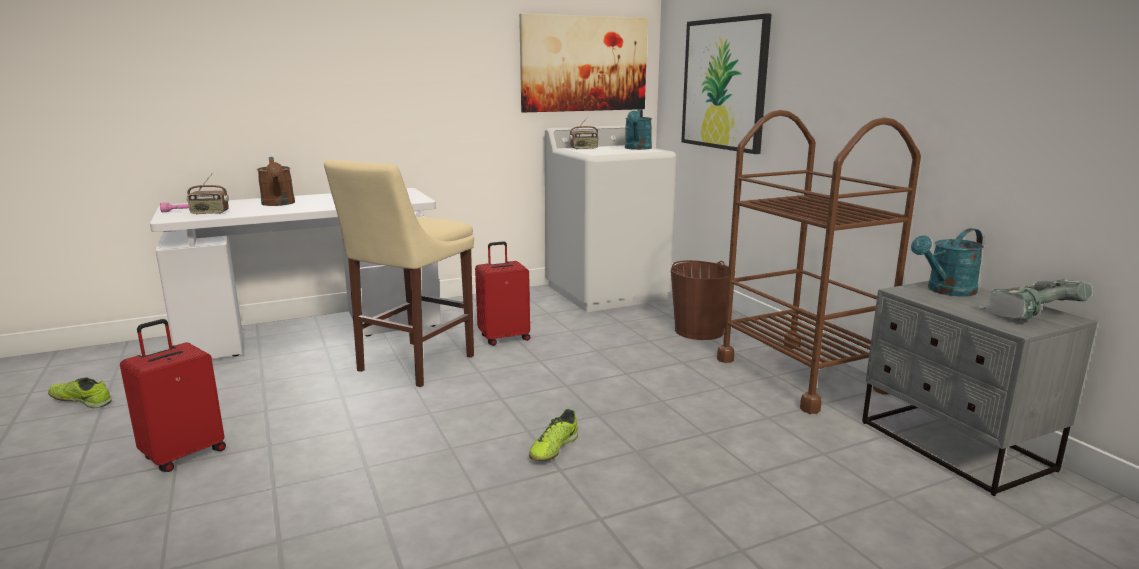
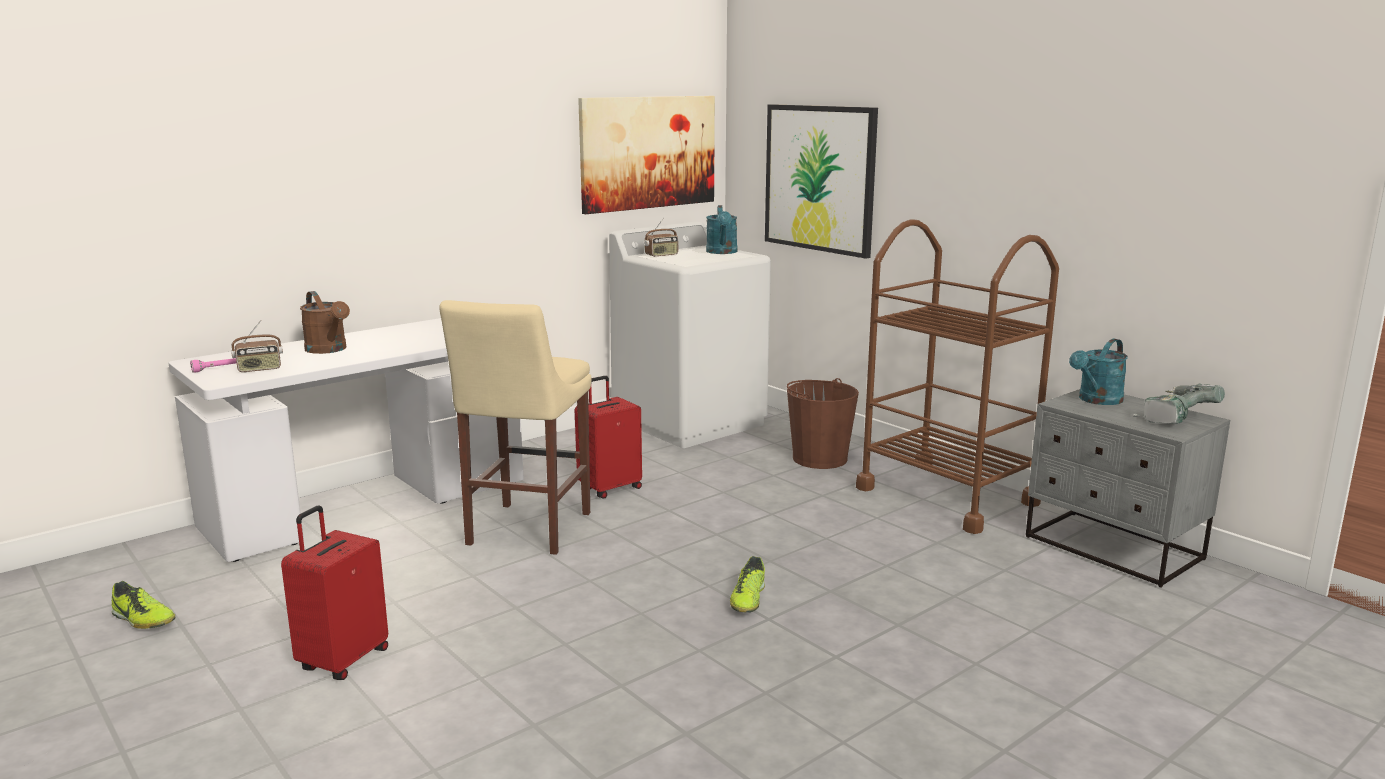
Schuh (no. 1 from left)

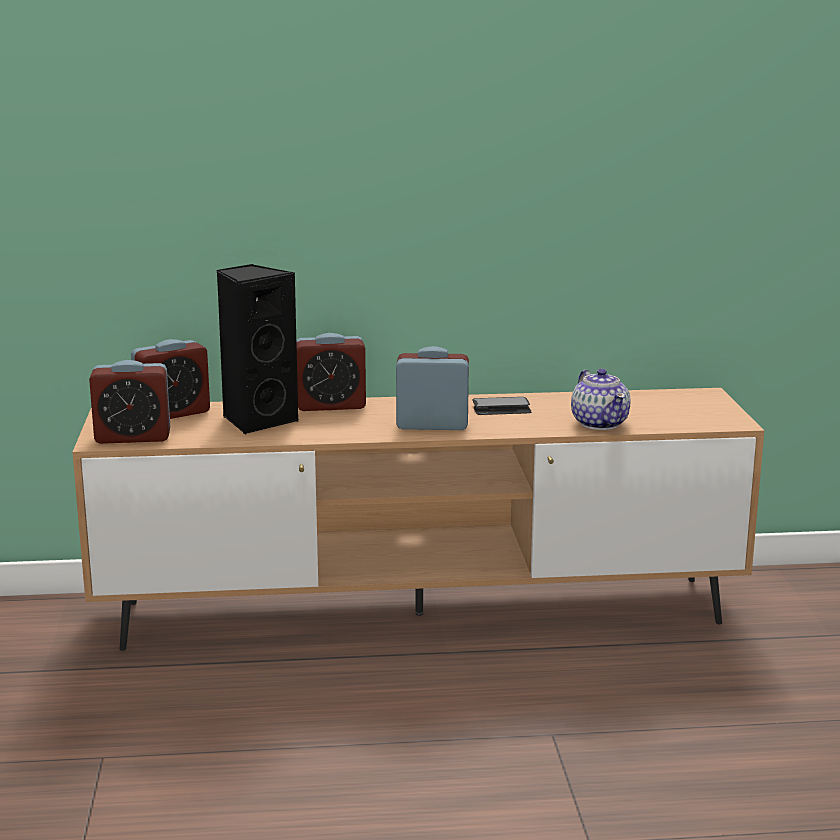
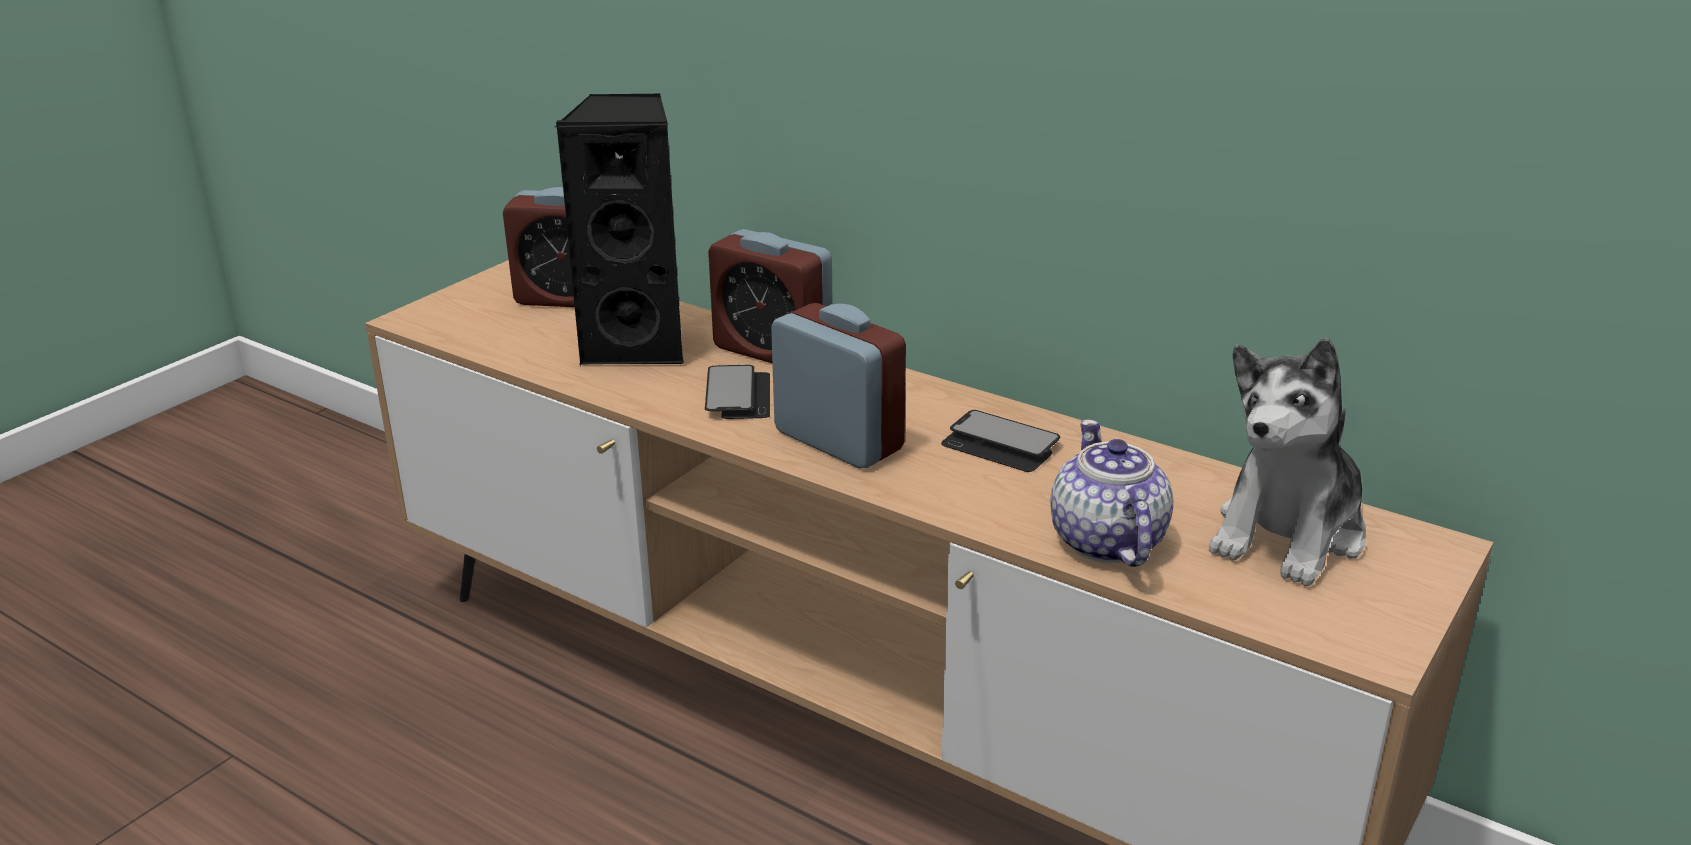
Wecker (no. 1 from left in the first image)
Teekanne
Plüschtier
Handy (no. 1 from left)

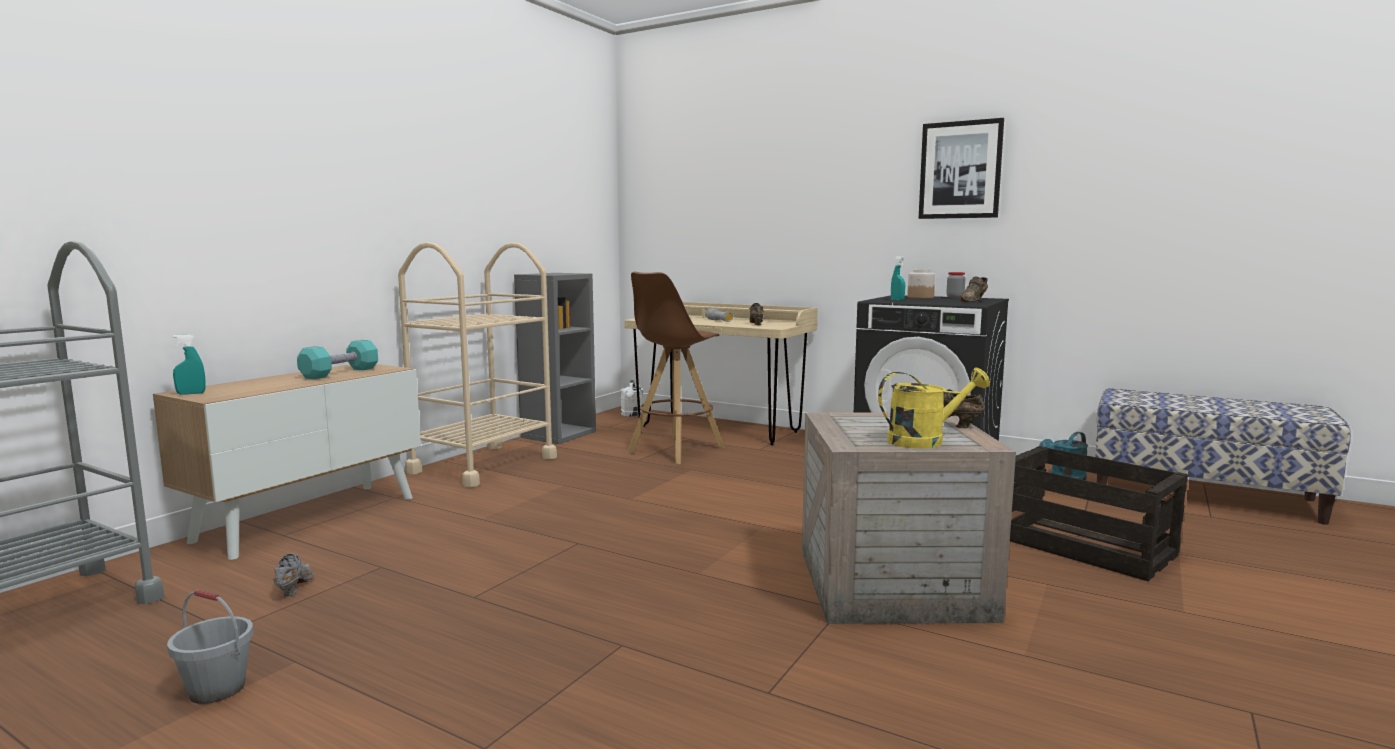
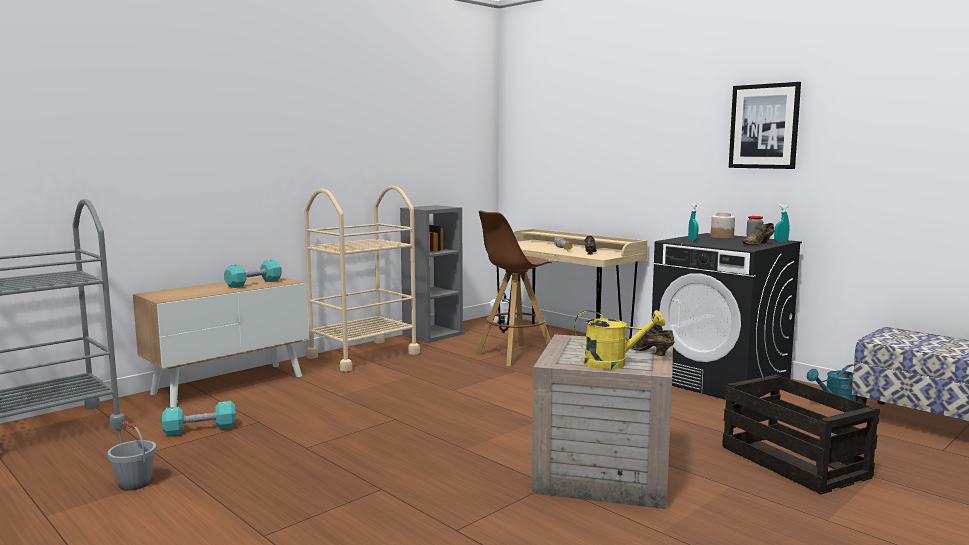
Sprühflasche [türkis] (no. 2 from left)
Hantel [türkis] (no. 1 from left)

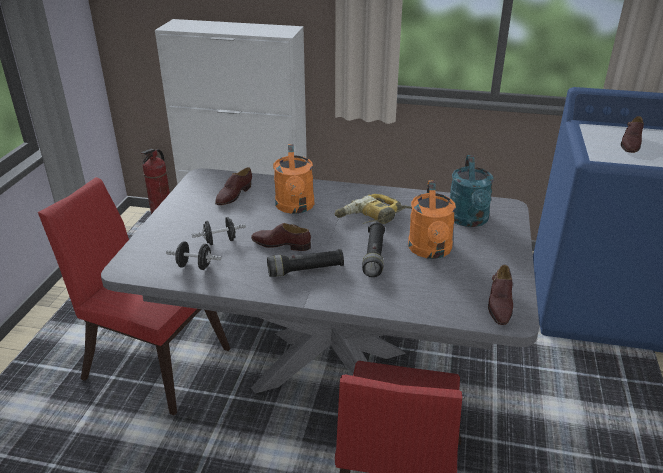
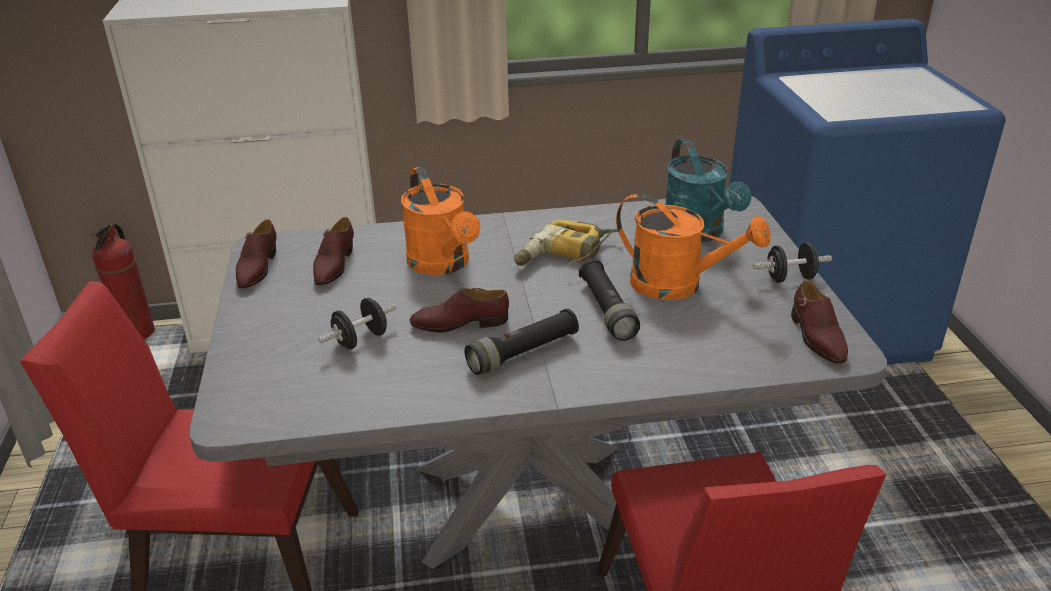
Schuh [braun] (no. 1 from left)
Gießkanne [orange] (no. 2 from left)
Hantel [schwarz] (no. 2 from left)

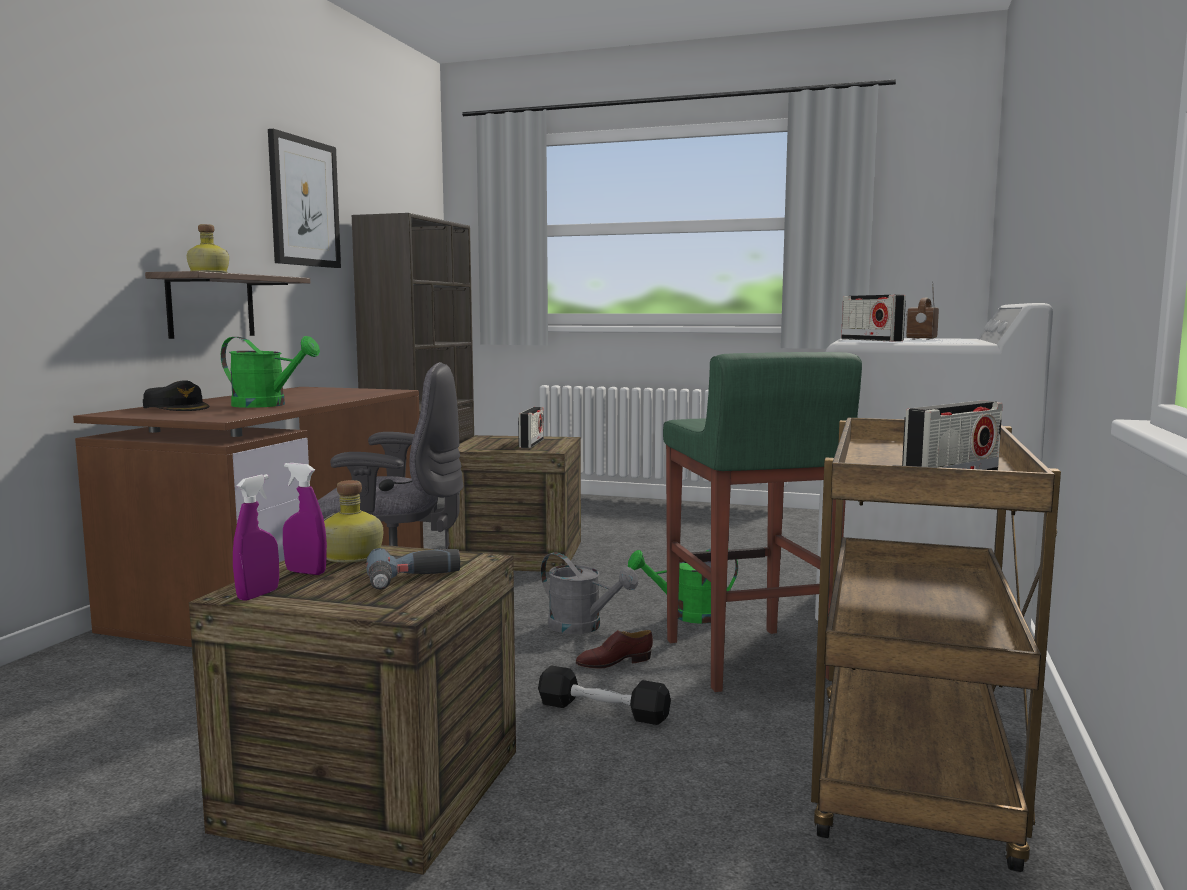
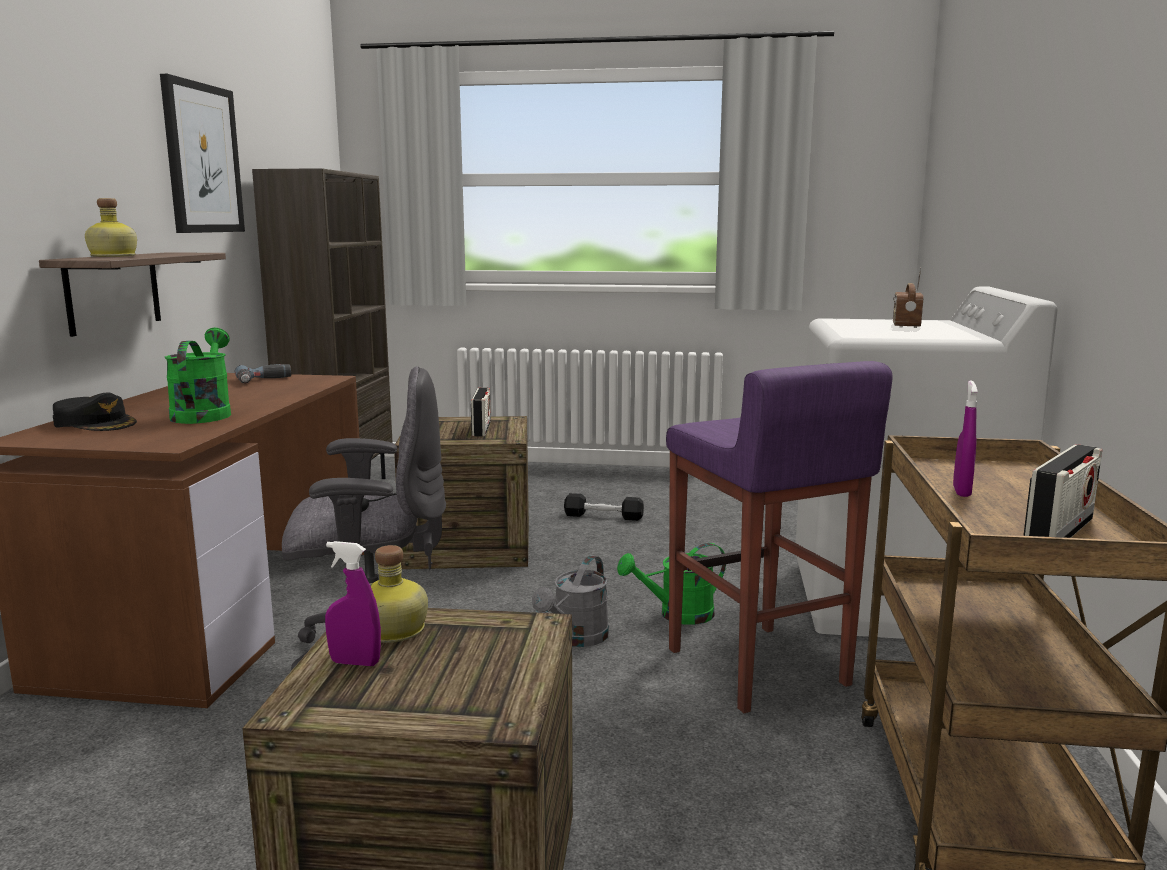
Radio (no. 2 from left in the first image)
Gießkanne [grün] (no. 1 from left)
Hocker [lila]
Sprühflasche [lila] (no. 2 from left)
Bohrmaschine
Gießkanne [grau]
Schuh [braun]
Hantel [schwarz]

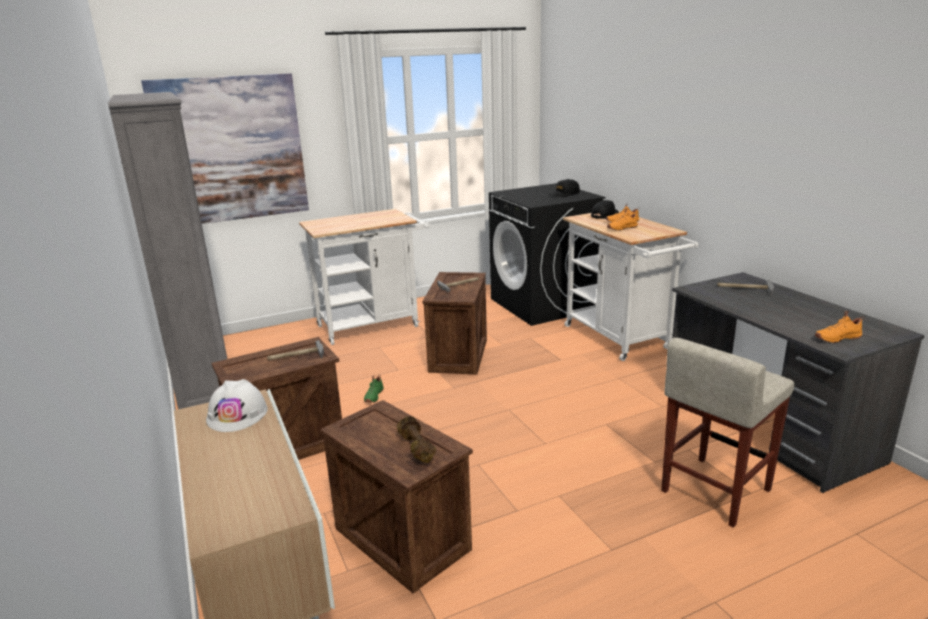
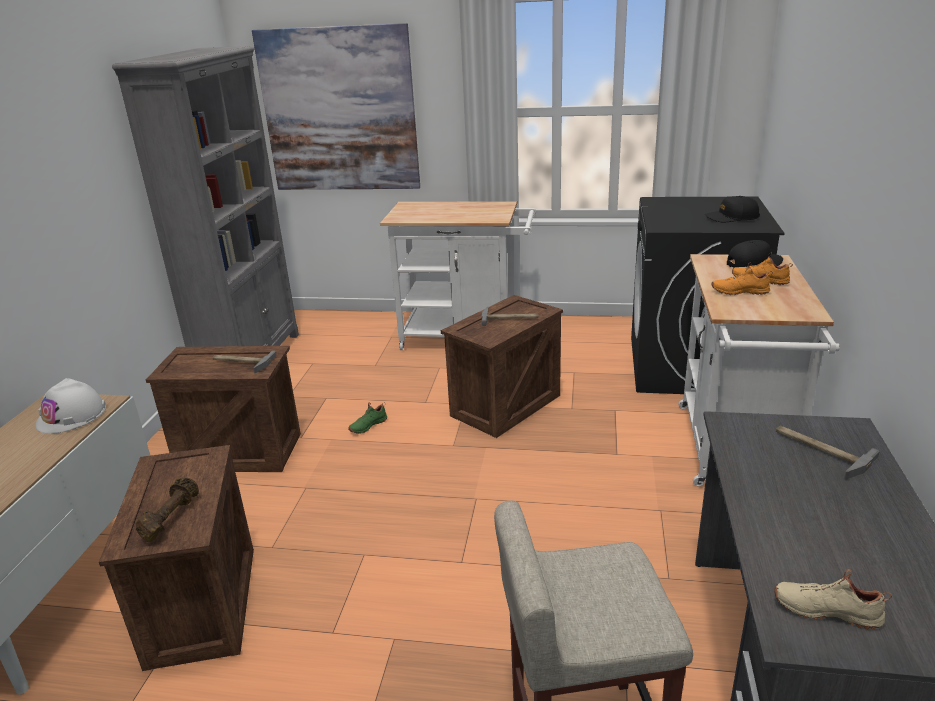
Schuh [beige]

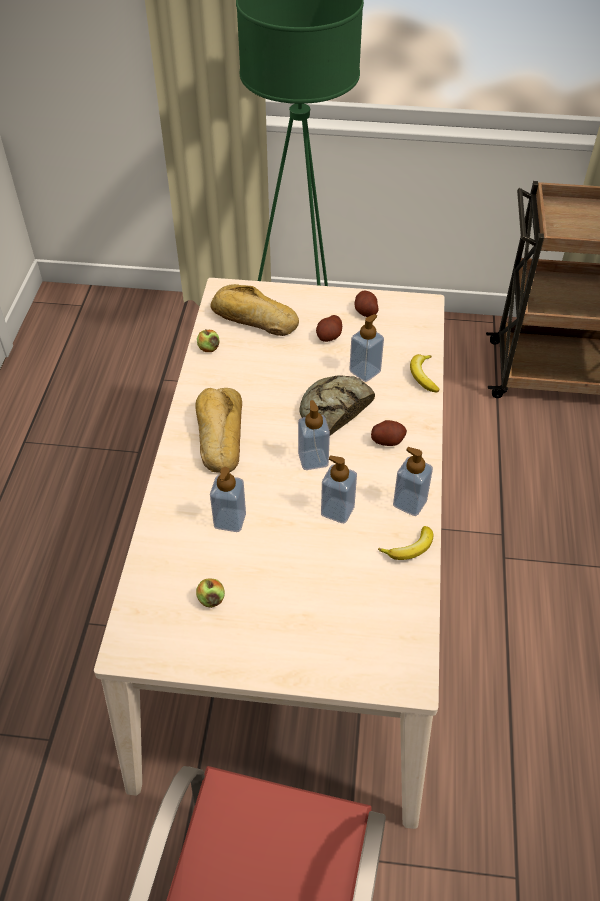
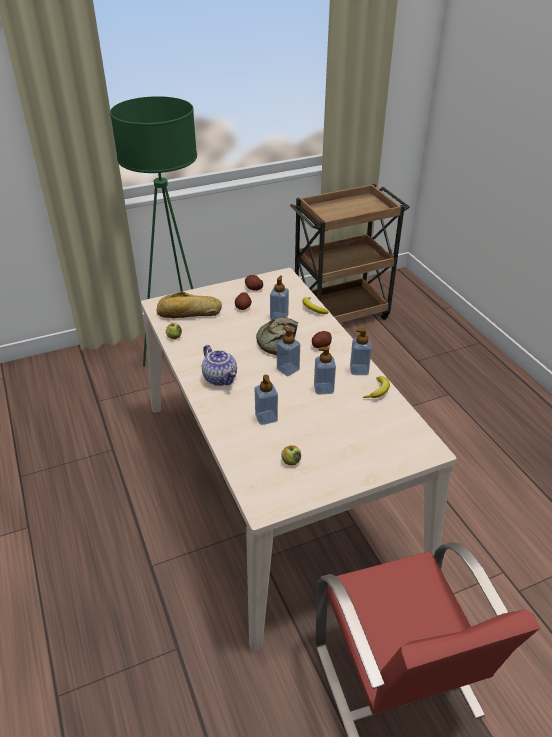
Teekanne

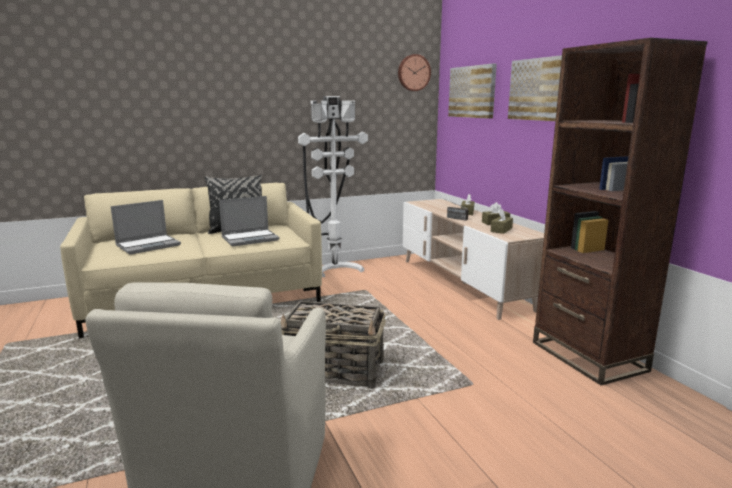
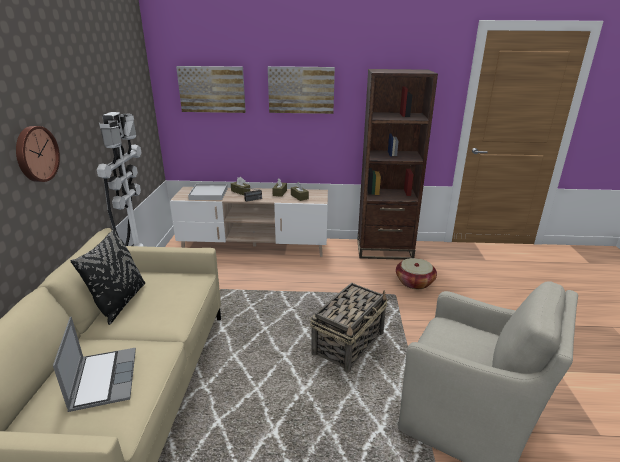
Wanduhr
Laptop (no. 2 from left in the first image)
Tablett [weiß]
Korb (no. 2 from left)

